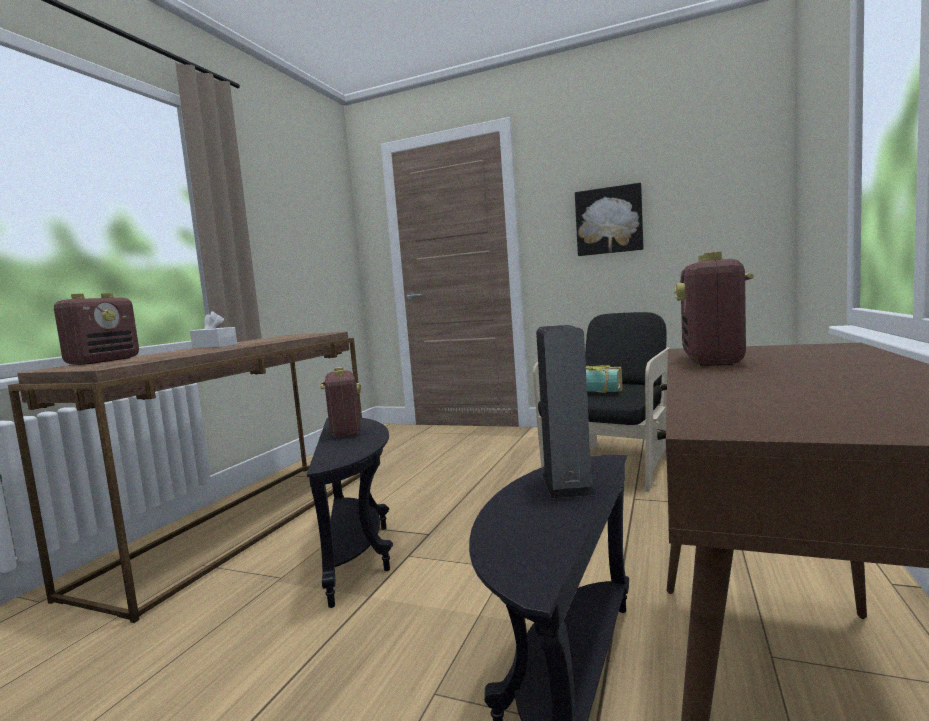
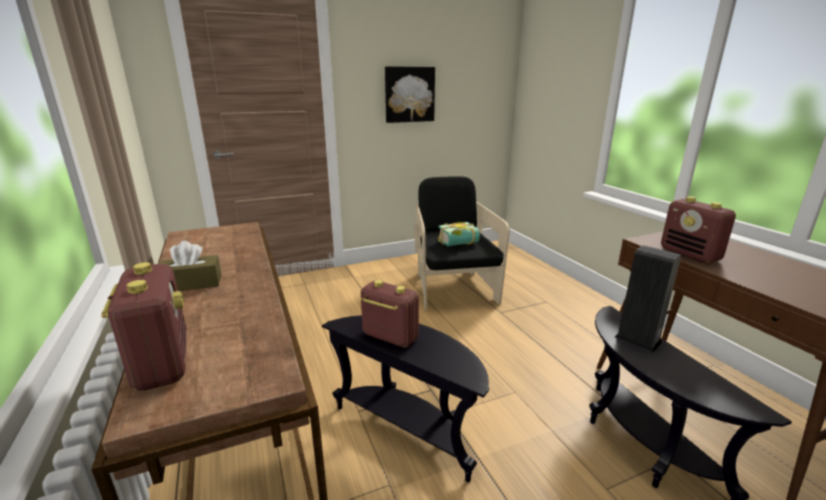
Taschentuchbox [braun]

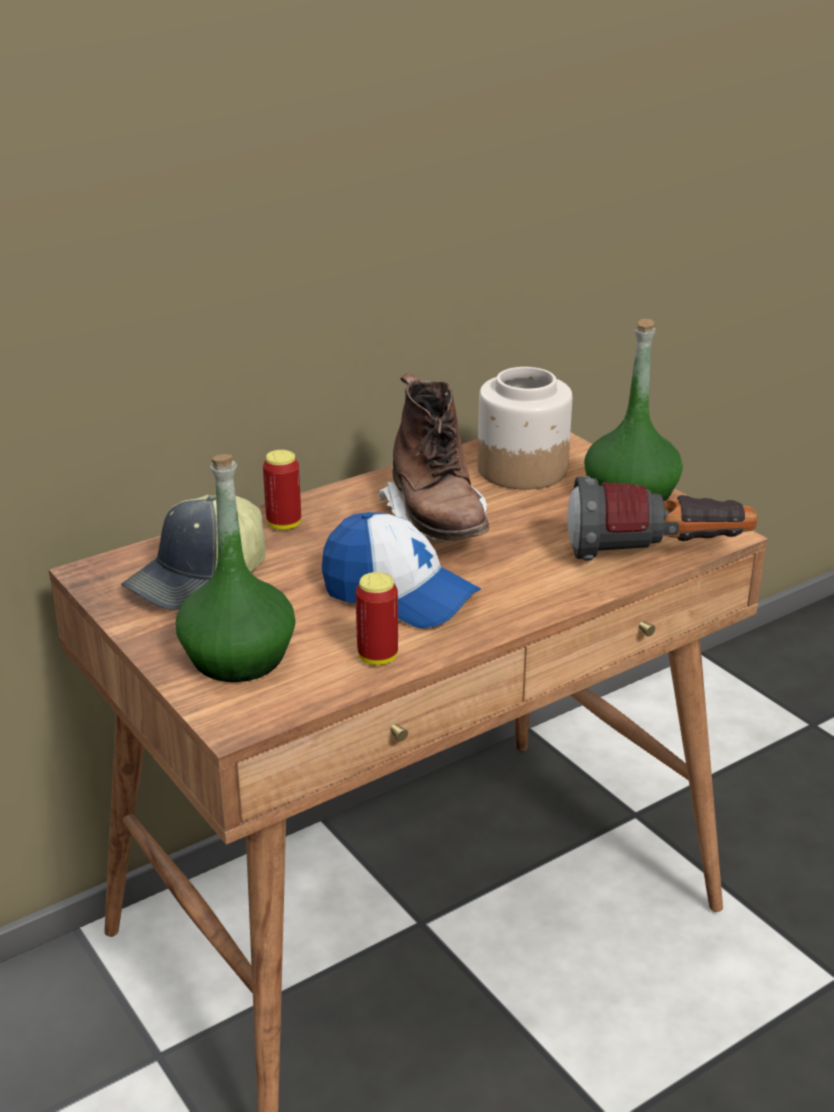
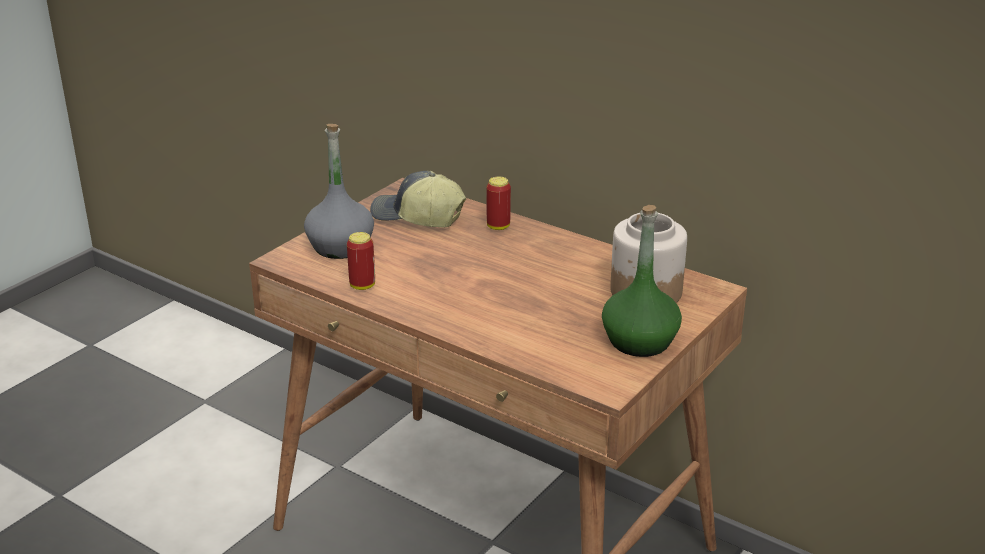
Stiefel [braun]
Flasche [grau]
Taschenlampe
Kappe (no. 2 from left in the first image)

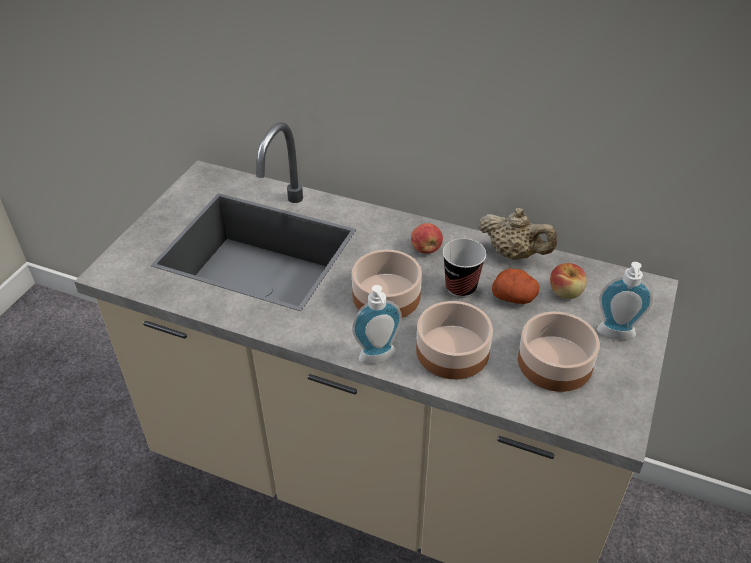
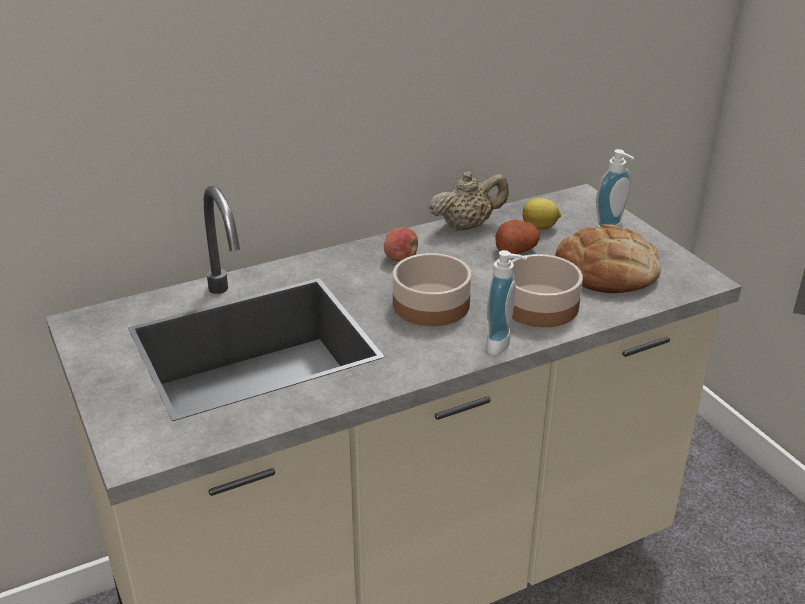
Tasse
Zitrone
Brot

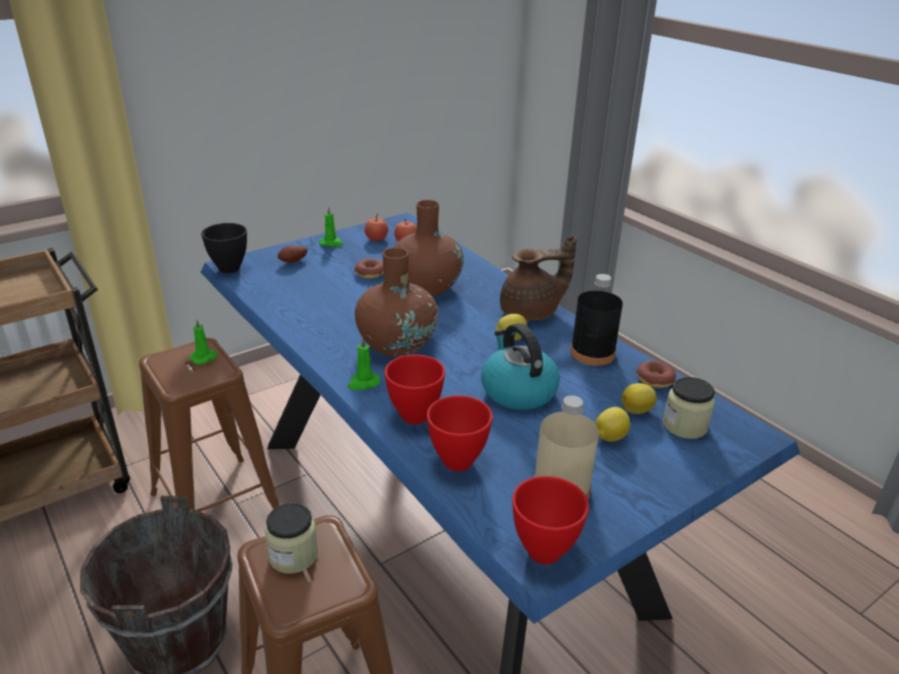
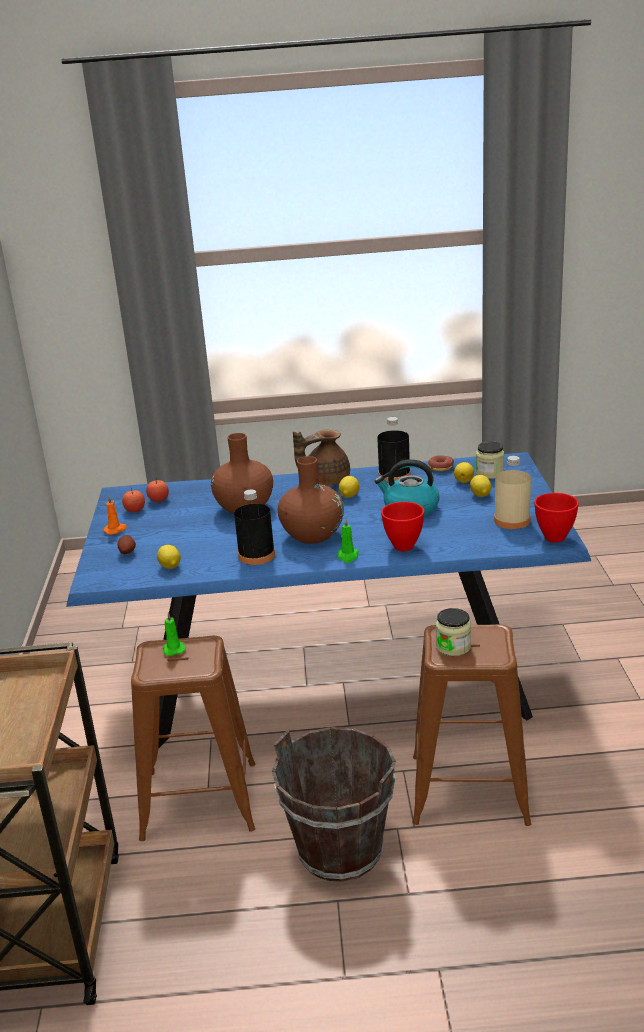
Kerze [orange]
Schüssel [schwarz]
Teekanne [braun]
Donut (no. 1 from left in the first image)
Schüssel [rot] (no. 2 from left in the first image)
Flasche [schwarz] (no. 1 from left)
Zitrone (no. 1 from left)

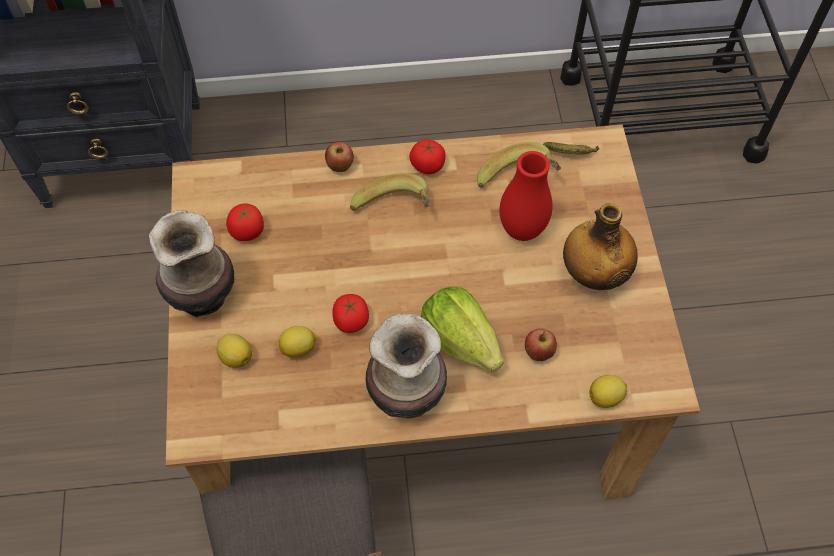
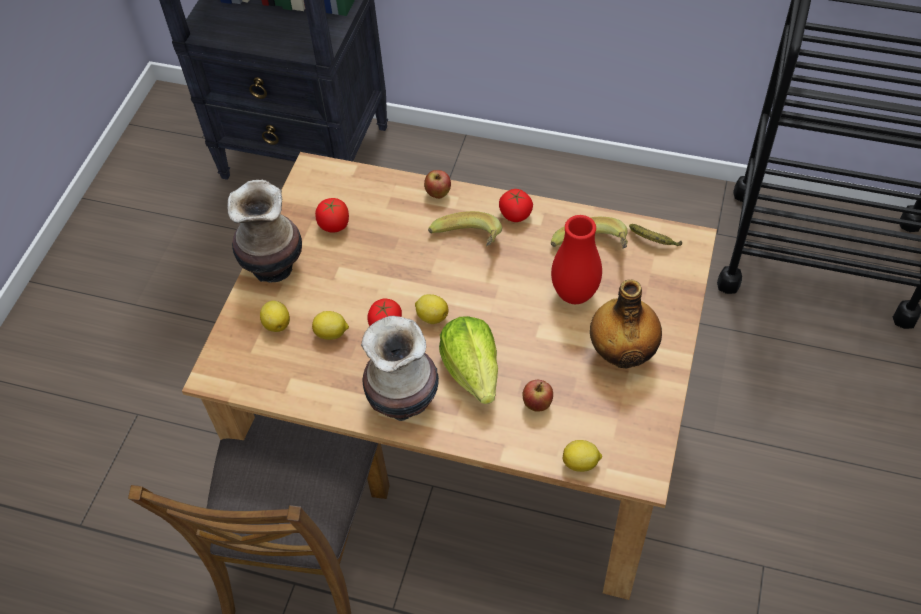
Zitrone (no. 3 from left)

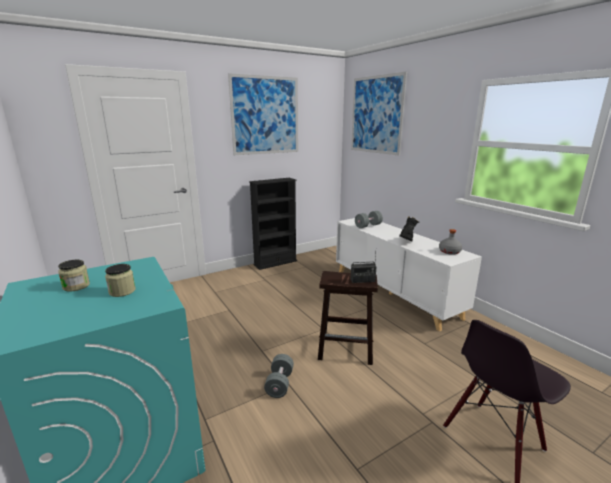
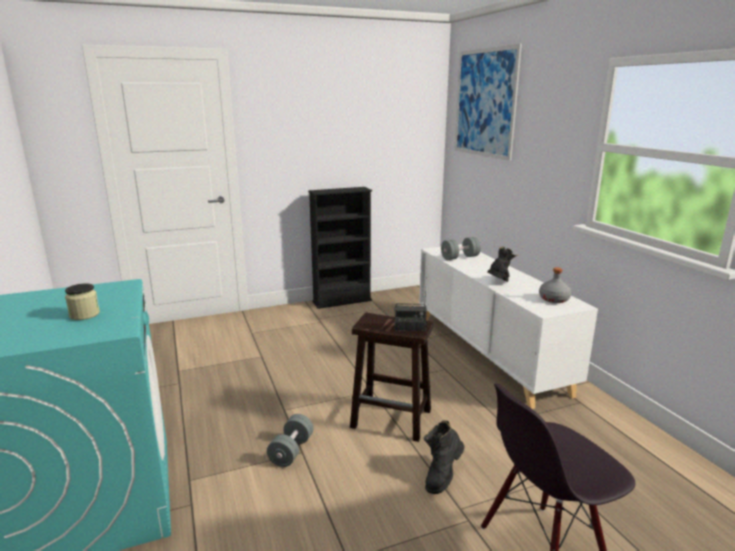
Bild (no. 1 from left in the first image)
Vorratsglas (no. 1 from left in the first image)
Stiefel [schwarz] (no. 1 from left)

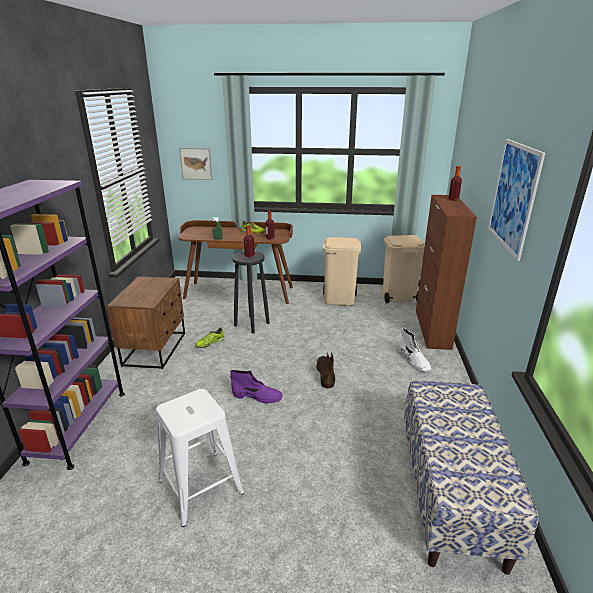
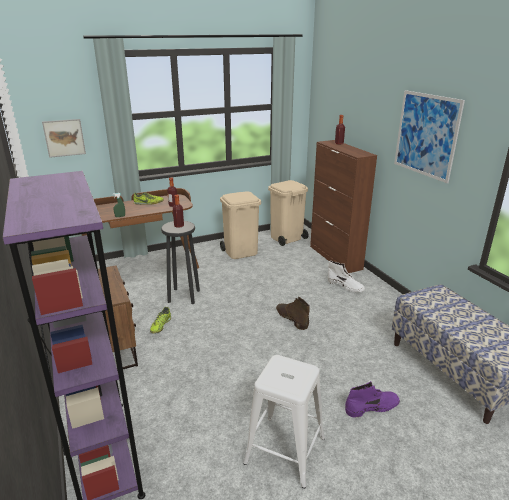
Stiefel [lila]

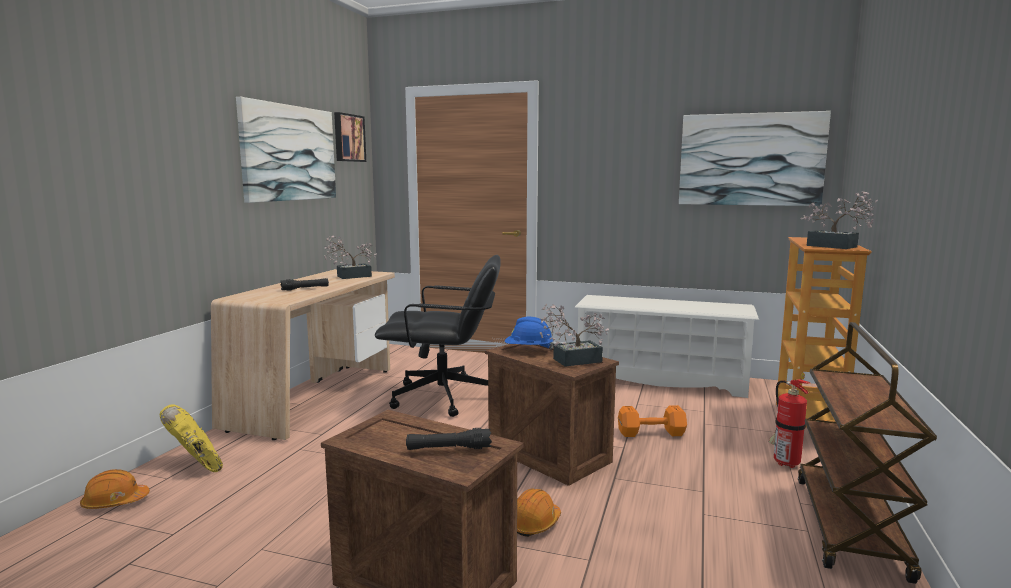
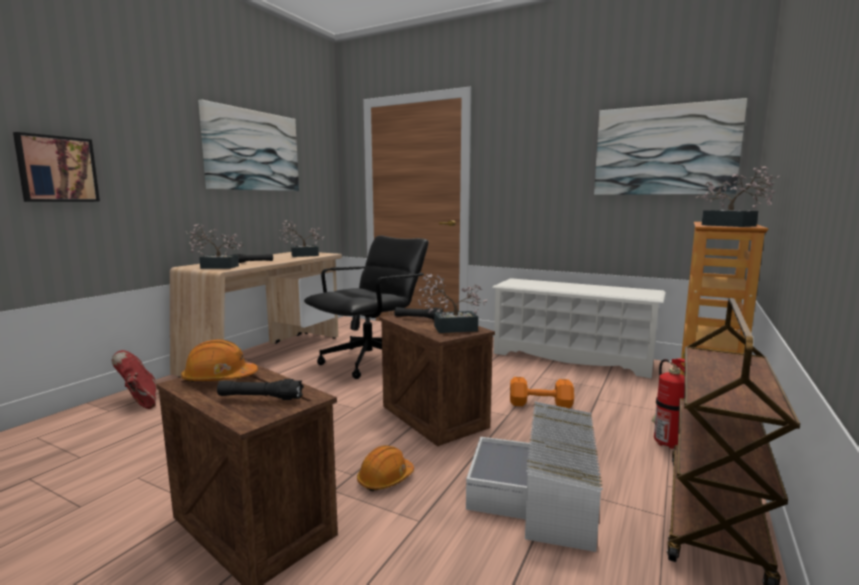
Bild (no. 1 from left)
Bürostuhl [schwarz]
Taschenlampe [schwarz] (no. 3 from left)
Stiefel [rot]
Schutzhelm [orange] (no. 1 from left)
Topfpflanze (no. 1 from left)
Aufbewahrungsbox [weiß]

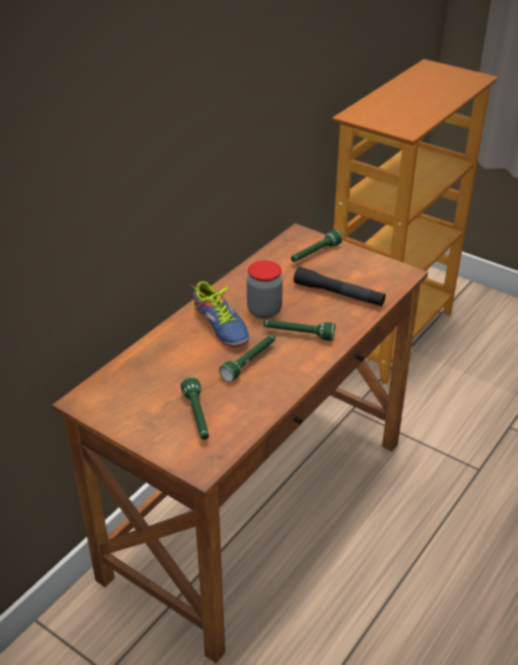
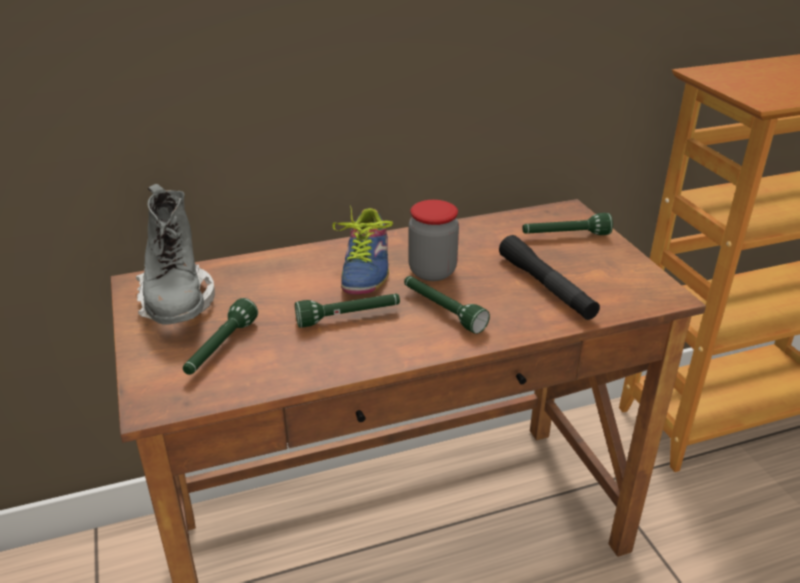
Stiefel [grau]

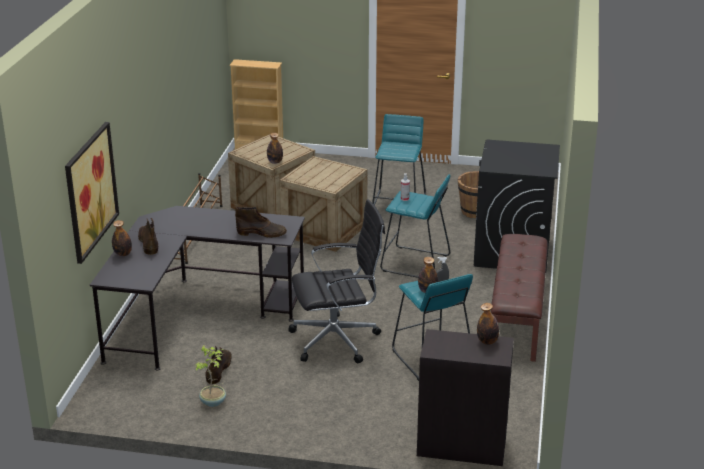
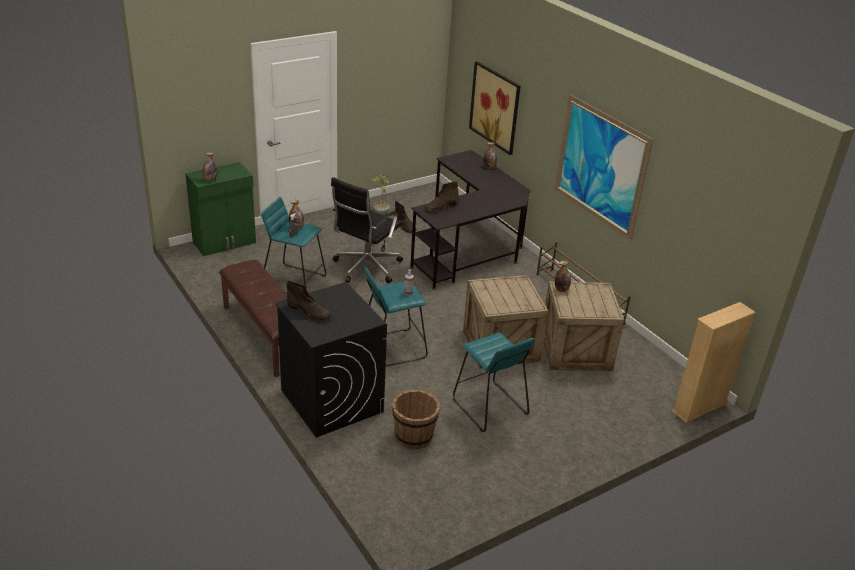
Stiefel [braun] (no. 1 from left)
Schrank [grün]
Bild (no. 2 from left)

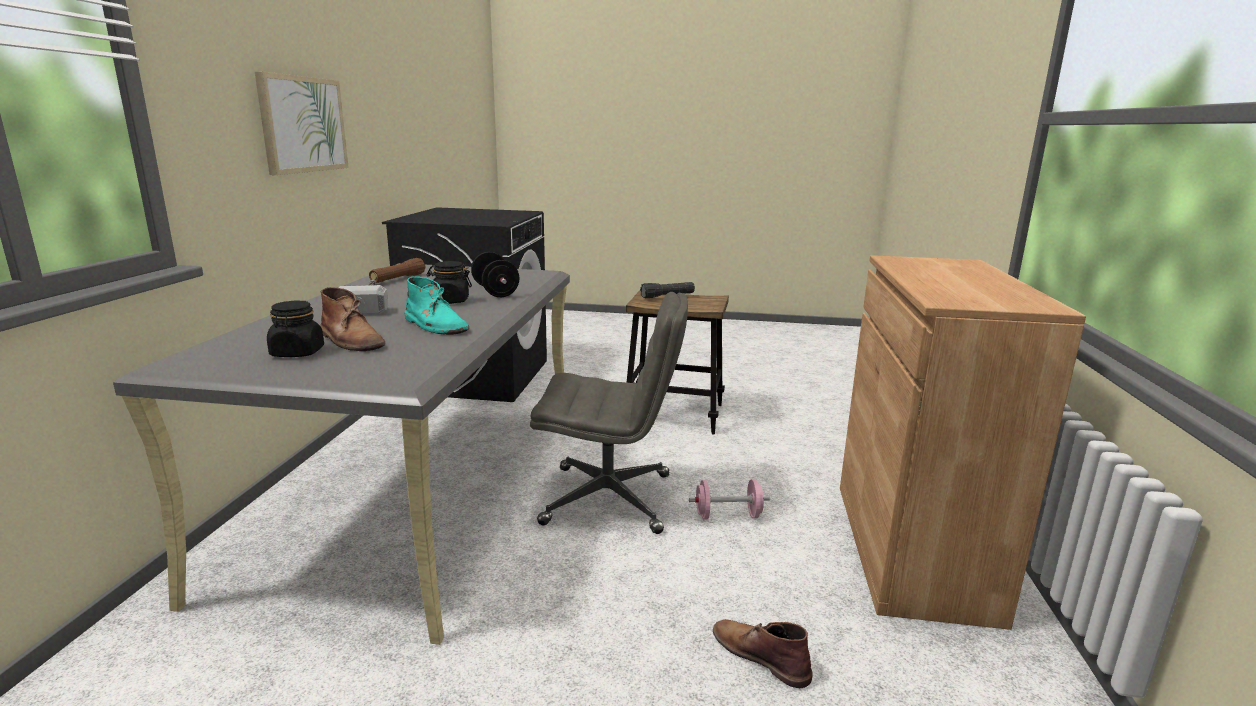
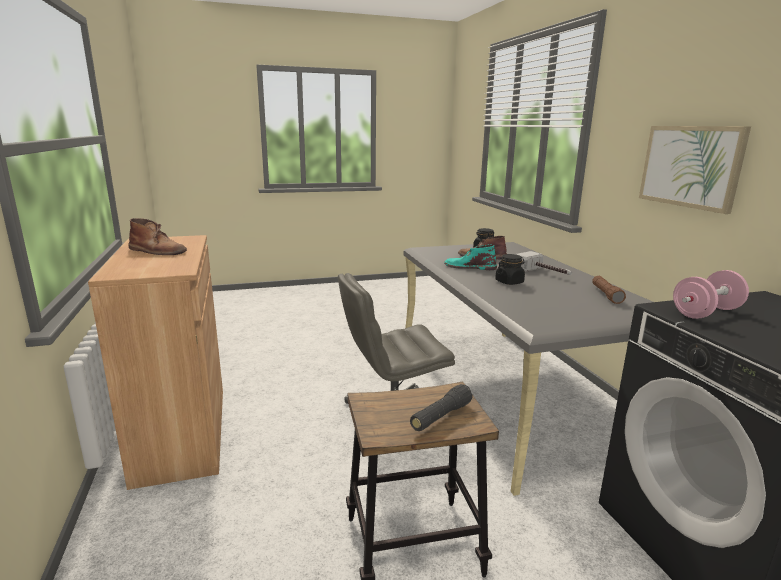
Hantel [schwarz]
Hantel [rosa]
Stiefel [braun] (no. 1 from left)

